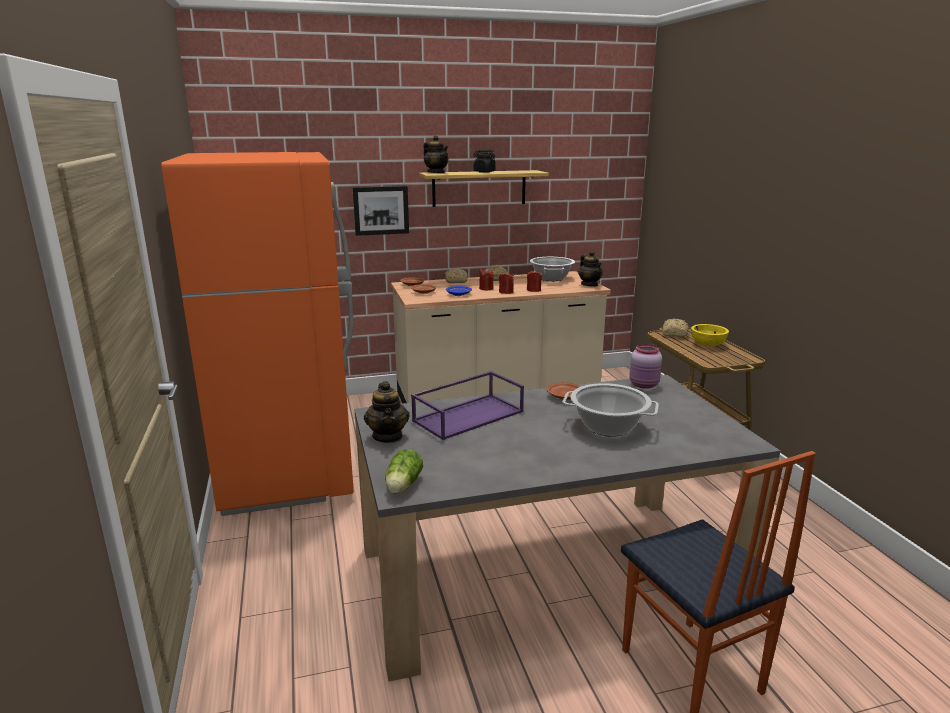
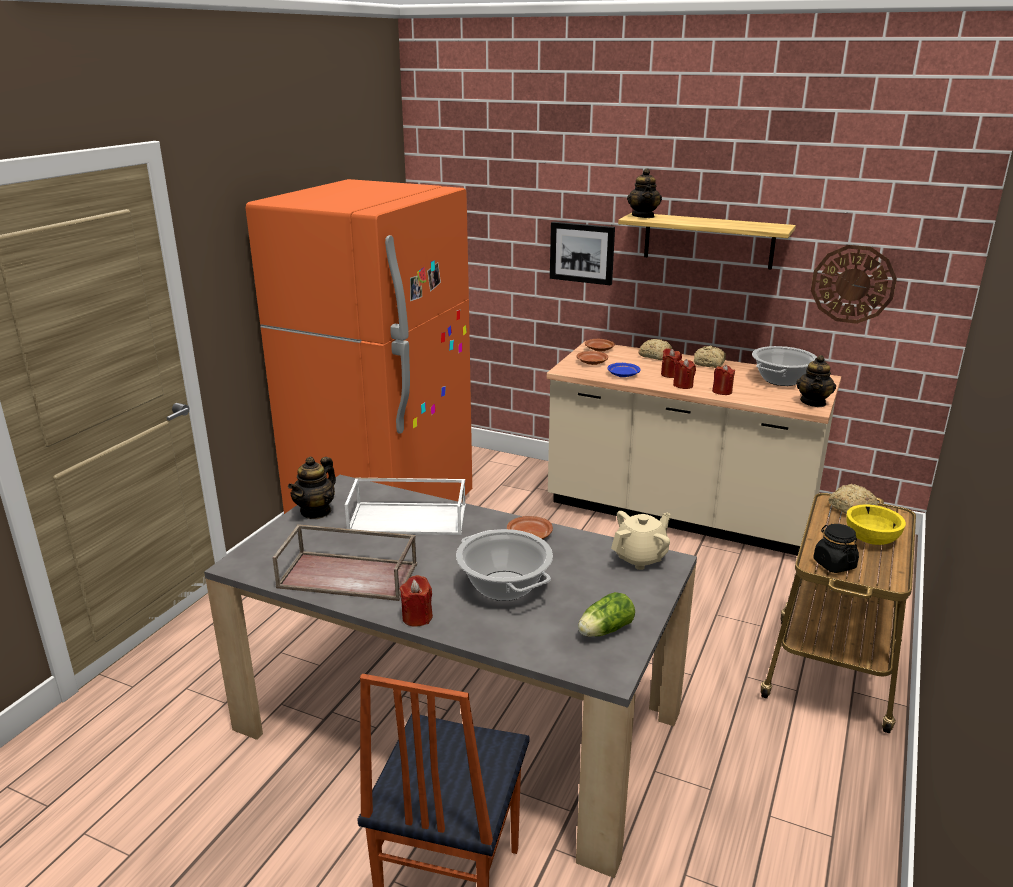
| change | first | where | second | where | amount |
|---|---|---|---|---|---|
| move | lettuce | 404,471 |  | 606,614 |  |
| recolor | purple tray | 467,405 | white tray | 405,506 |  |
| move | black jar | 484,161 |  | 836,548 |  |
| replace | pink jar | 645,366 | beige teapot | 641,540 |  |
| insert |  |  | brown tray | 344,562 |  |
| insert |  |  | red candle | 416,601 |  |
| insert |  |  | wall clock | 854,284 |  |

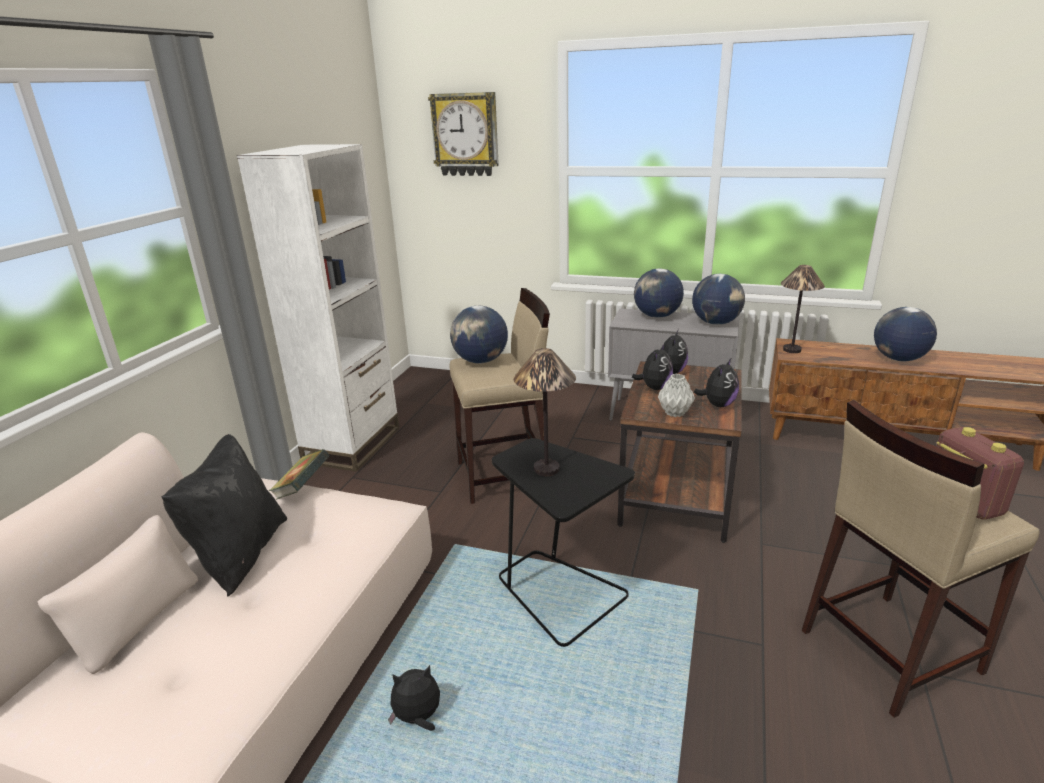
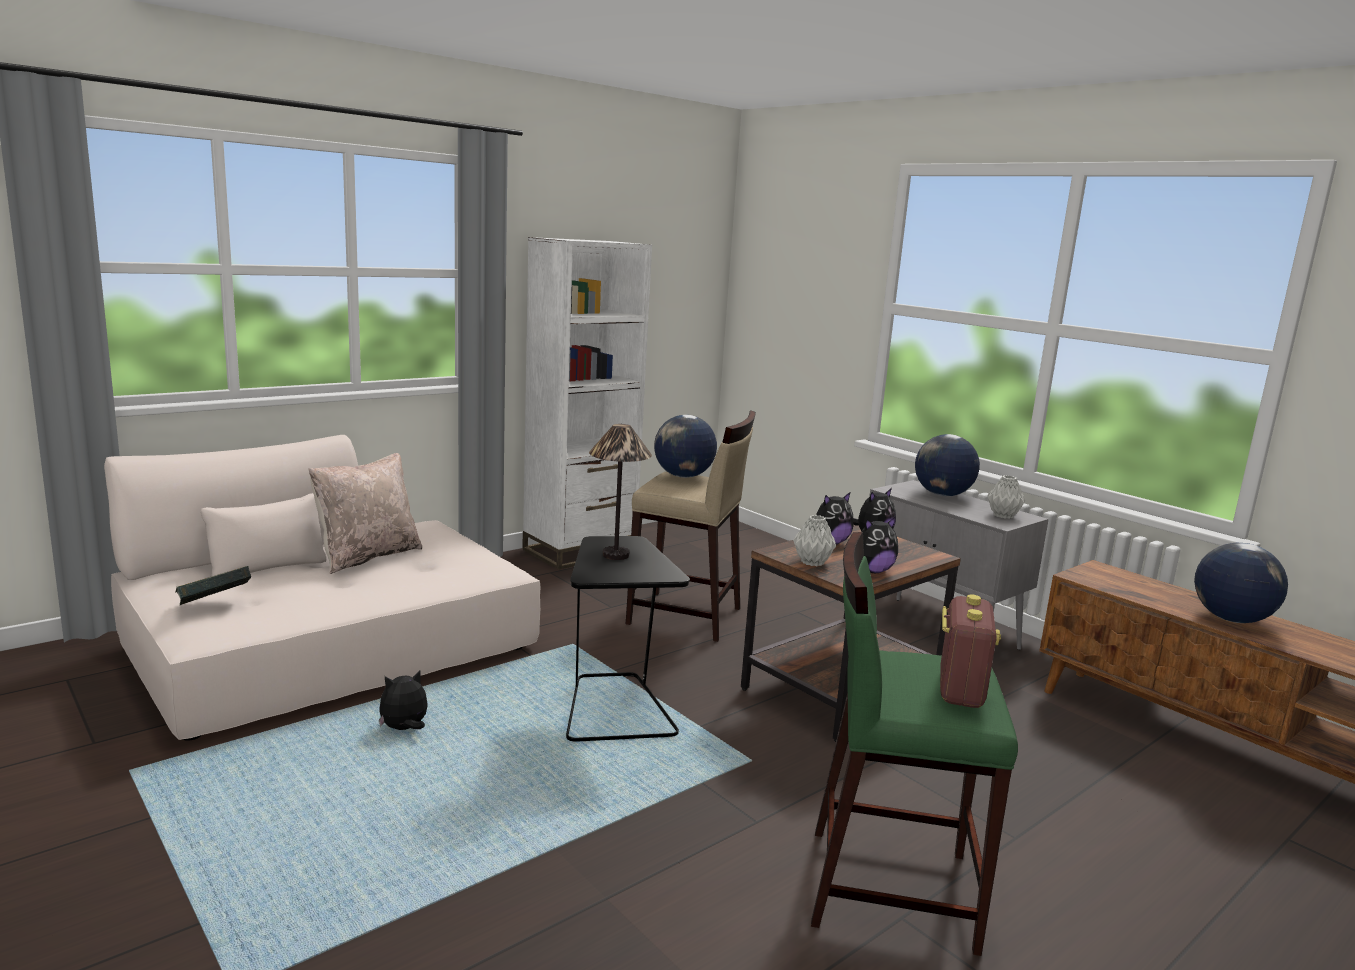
| change | first | where | second | where | amount |
|---|---|---|---|---|---|
| recolor | black pillow | 224,515 | beige pillow | 365,513 |  |
| move | book | 299,474 |  | 213,585 |  |
| rotate | plush toy | 414,698 |  | 403,700 | 45 degrees counterclockwise |
| delete | wall clock | 463,134 |  |  |  |
| replace | globe | 718,299 | grey vase | 1006,497 |  |
| delete | table lamp | 803,309 |  |  |  |
| recolor | beige stool | 921,559 | green stool | 914,744 |  |

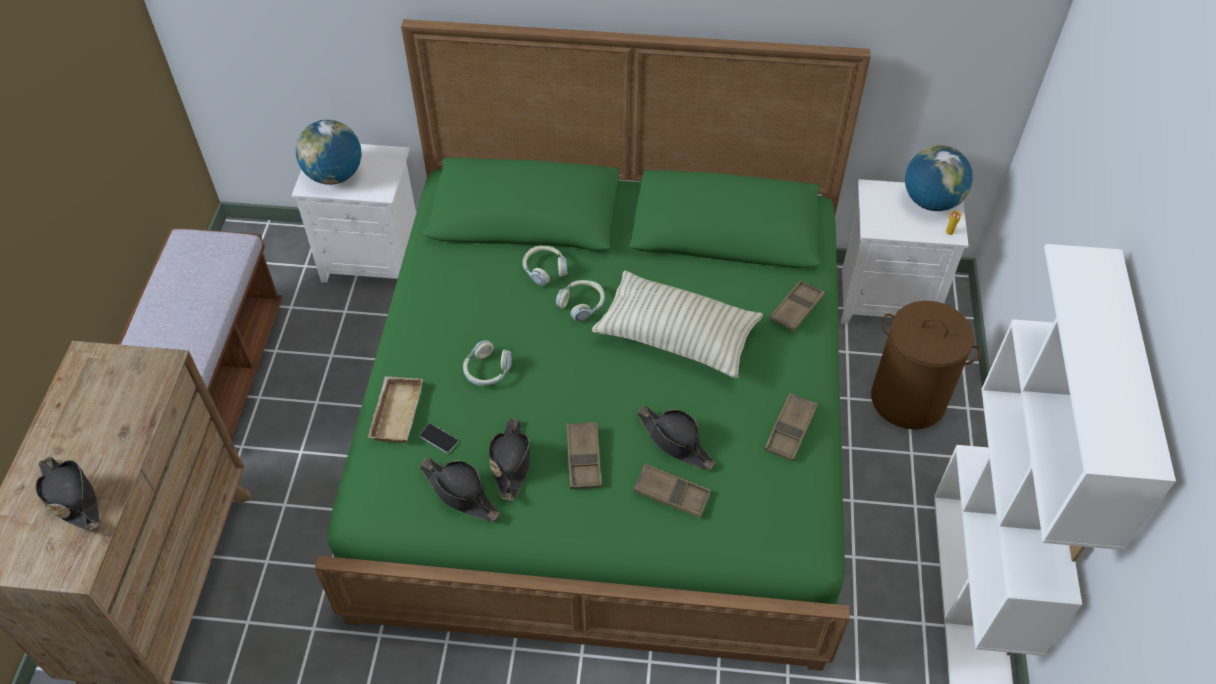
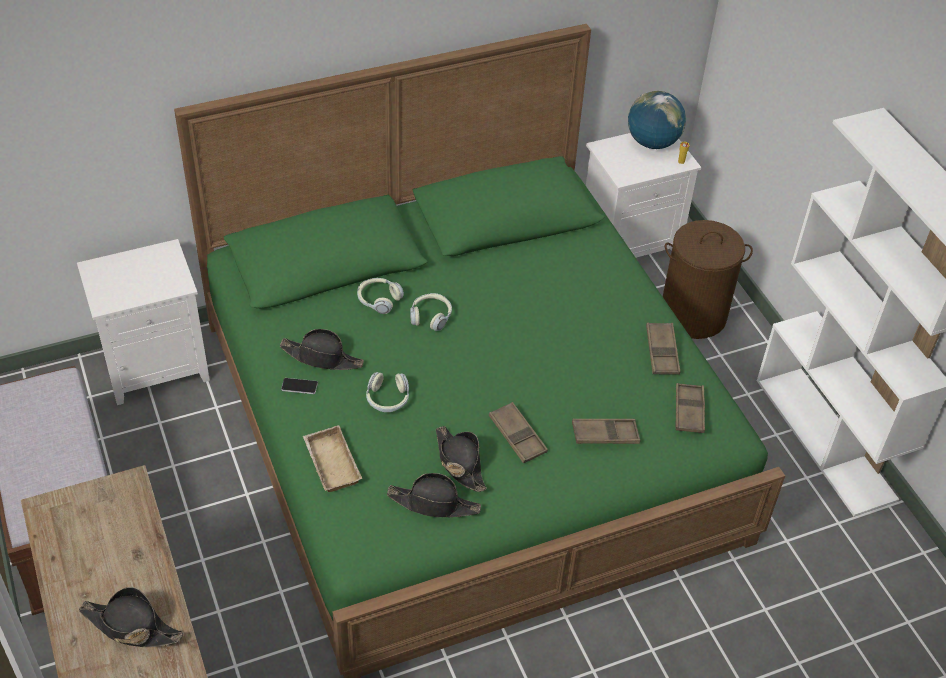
| change | first | where | second | where | amount |
|---|---|---|---|---|---|
| delete | globe | 328,152 |  |  |  |
| move | phone | 439,438 |  | 299,386 |  |
| delete | pillow | 677,324 |  |  |  |
| move | black hat | 676,437 |  | 322,349 |  |
| move | brown tray | 797,305 |  | 690,408 |  |

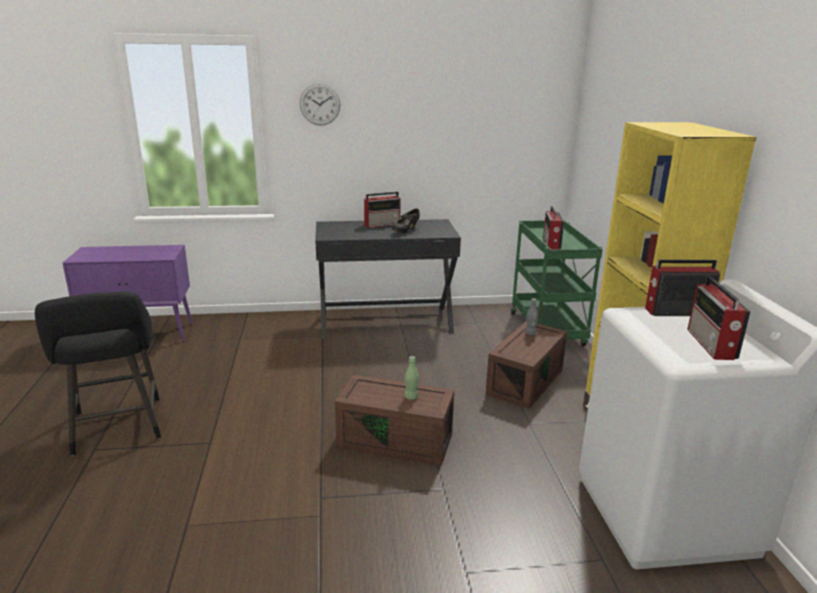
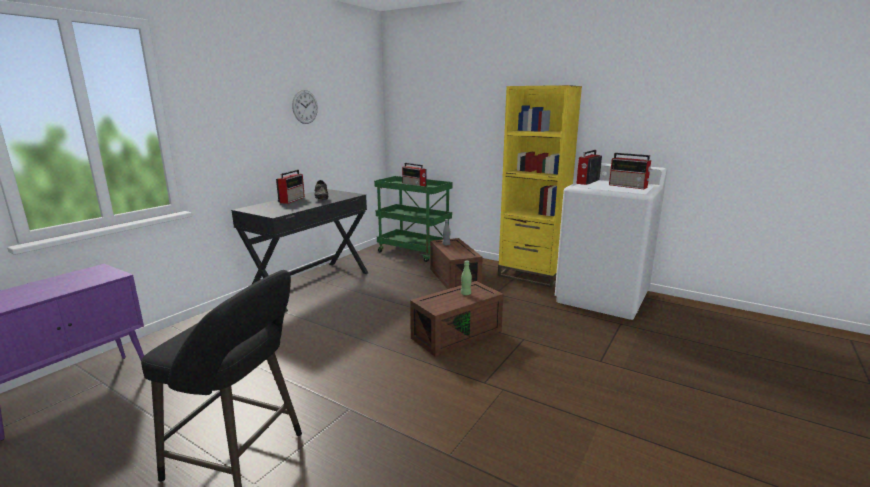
| change | first | where | second | where | amount |
|---|---|---|---|---|---|
| move | wall clock | 320,104 |  | 305,107 |  |

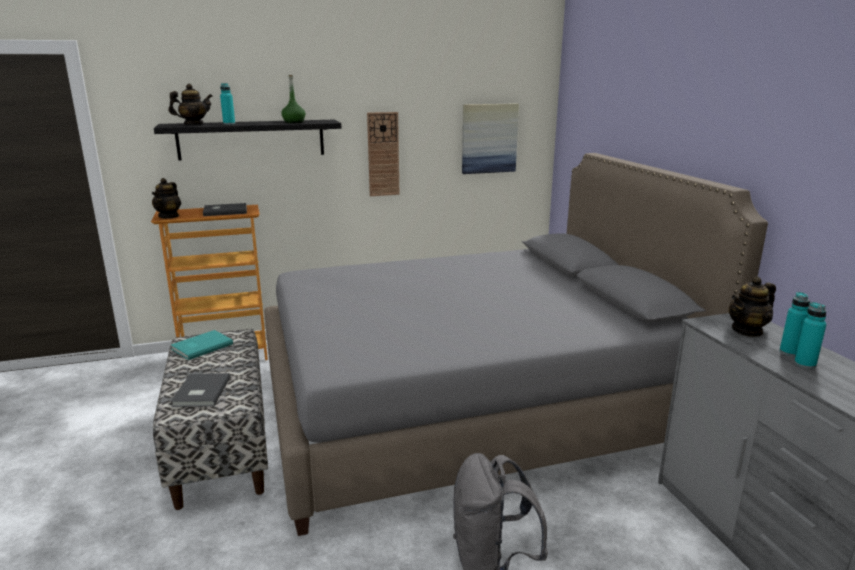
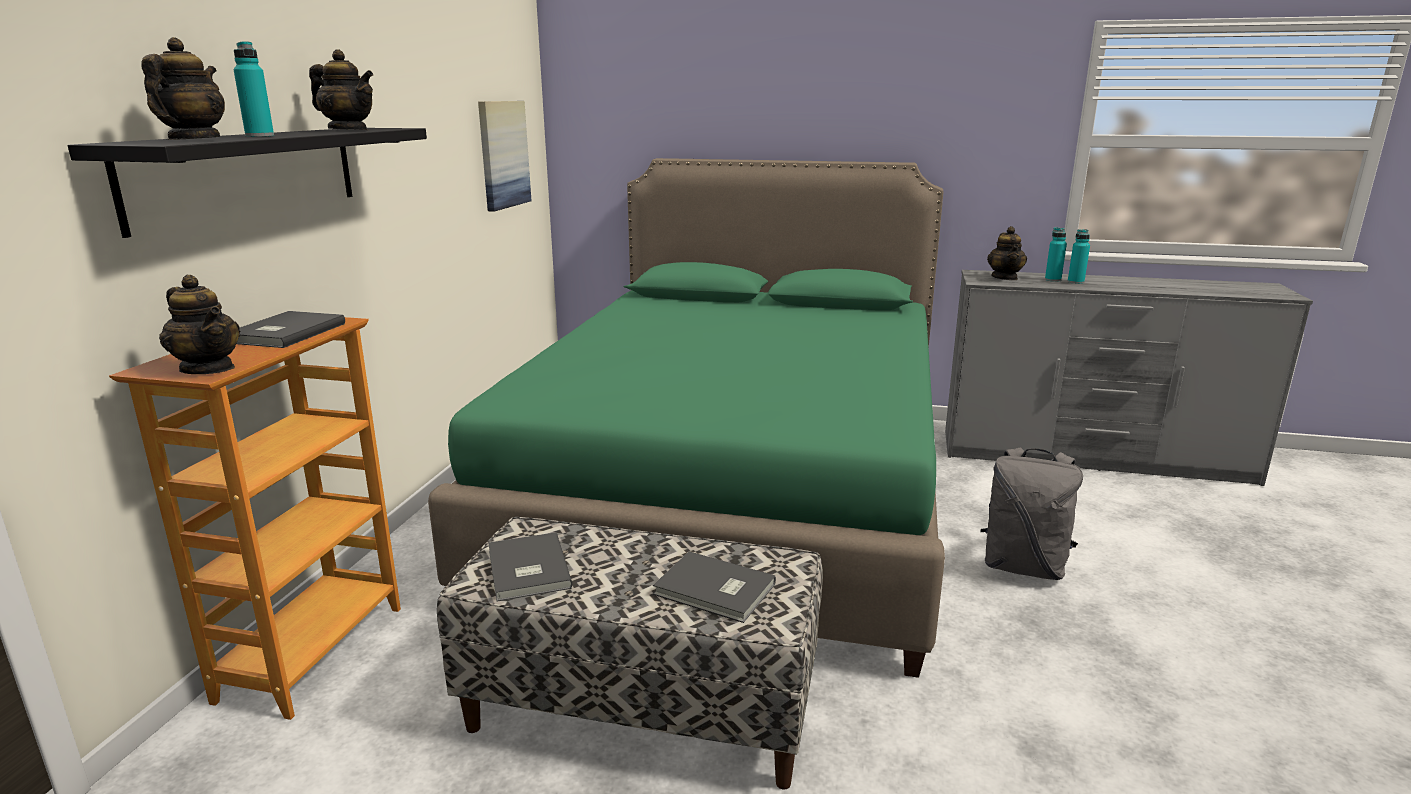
| change | first | where | second | where | amount |
|---|---|---|---|---|---|
| recolor | turquoise book | 202,345 | grey book | 530,567 |  |
| recolor | grey bed | 516,344 | green bed | 686,418 |  |
| replace | green bottle | 293,99 | teapot | 341,90 |  |
| delete | wall clock | 383,154 |  |  |  |

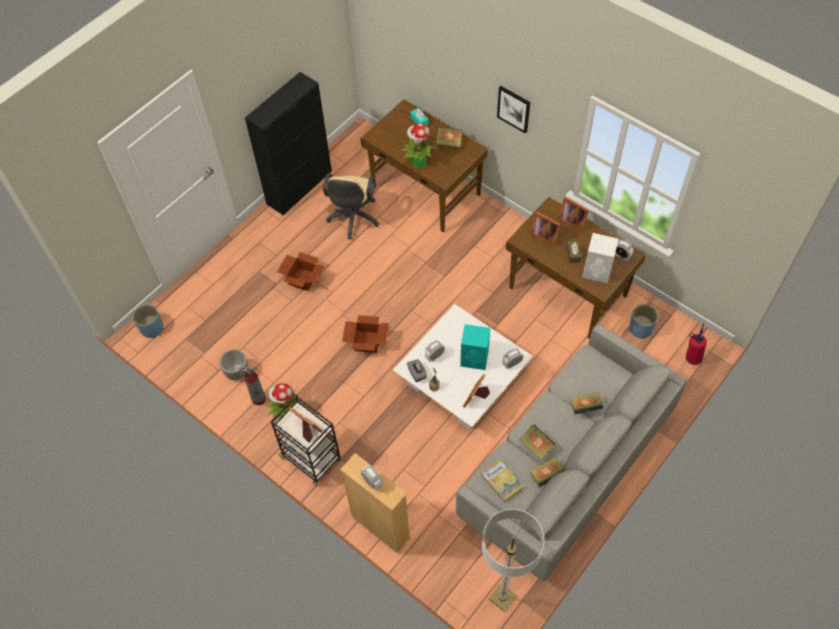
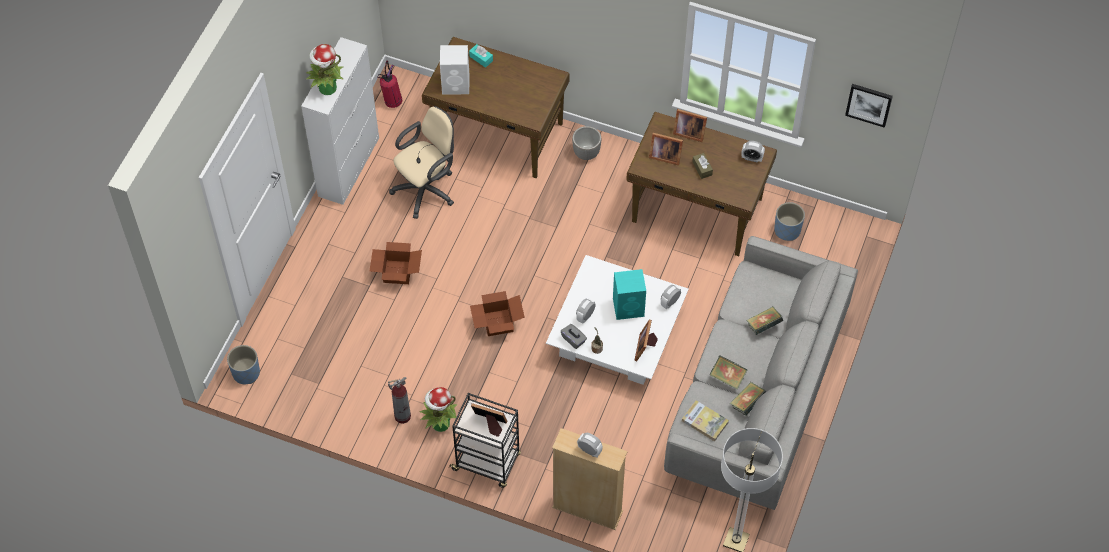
| change | first | where | second | where | amount |
|---|---|---|---|---|---|
| move | planter | 233,364 |  | 587,143 |  |
| recolor | black cabinet | 288,143 | white cabinet | 340,121 |  |
| rotate | beige office chair | 351,206 |  | 421,162 | 120 degrees counterclockwise |
| move | potted plant | 418,145 |  | 325,69 |  |
| delete | book | 449,137 |  |  |  |
| move | picture | 513,110 |  | 869,106 |  |
| move | white speaker | 600,258 |  | 455,70 |  |
| move | fire extinguisher | 696,344 |  | 389,84 |  |

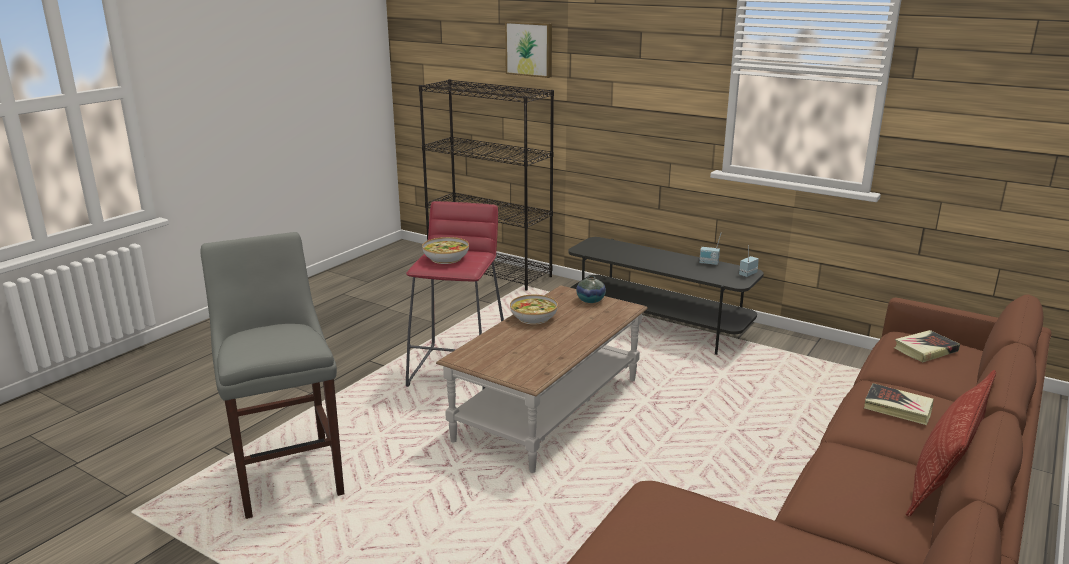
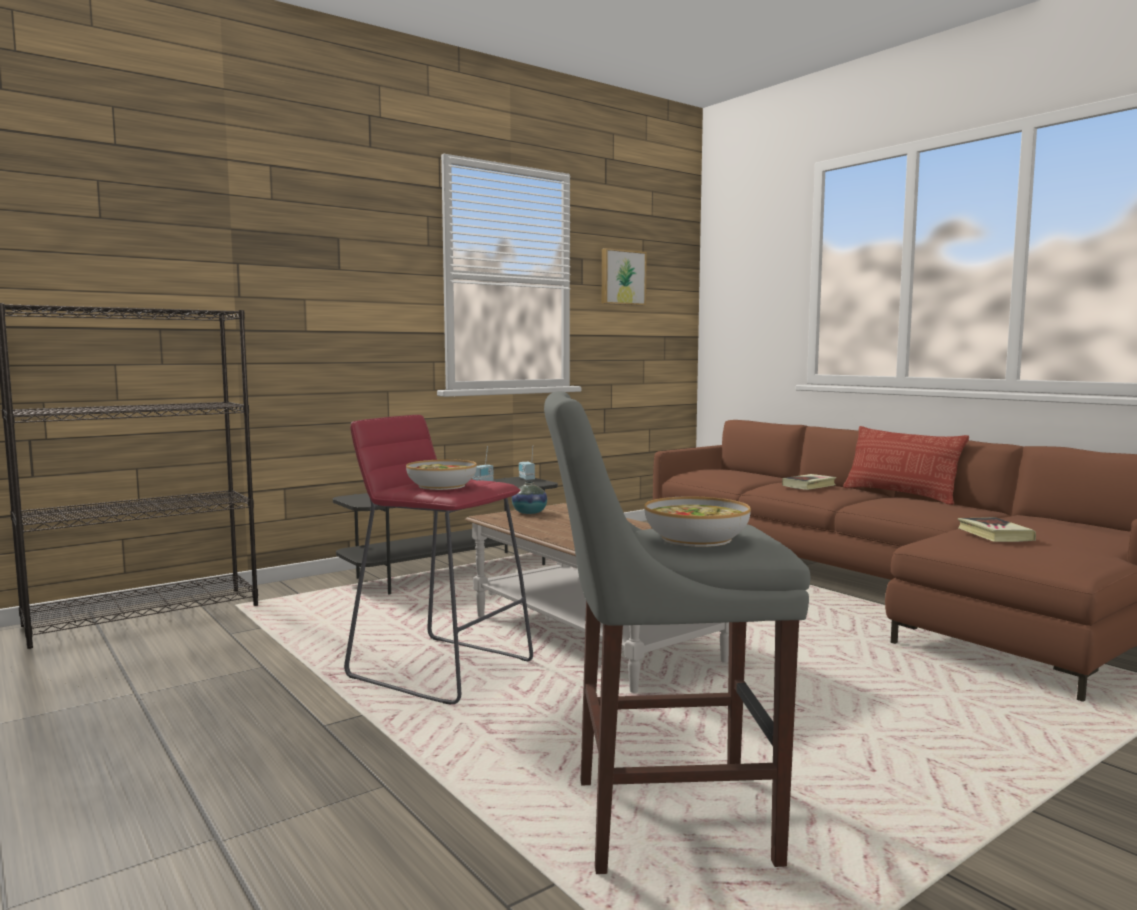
| change | first | where | second | where | amount |
|---|---|---|---|---|---|
| move | picture | 528,49 |  | 624,277 |  |
| move | bowl | 534,309 |  | 697,521 |  |
| move | book | 927,346 |  | 997,529 |  |

